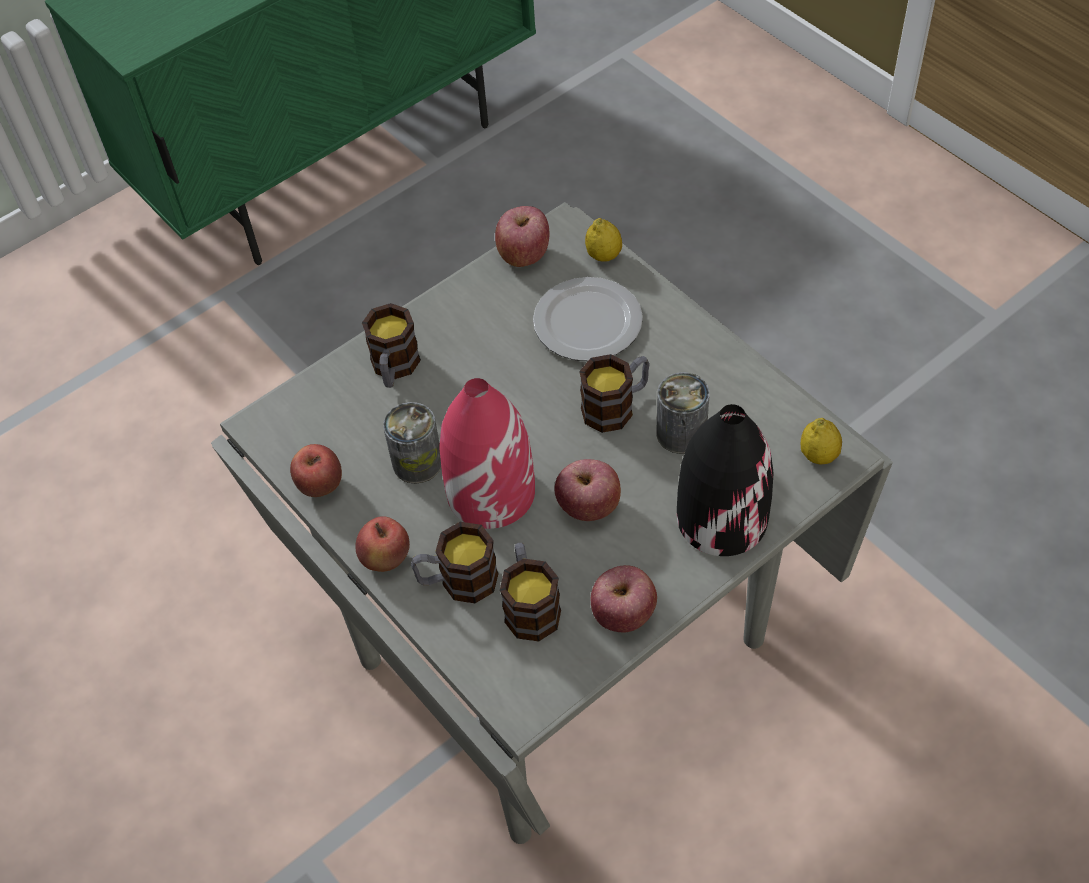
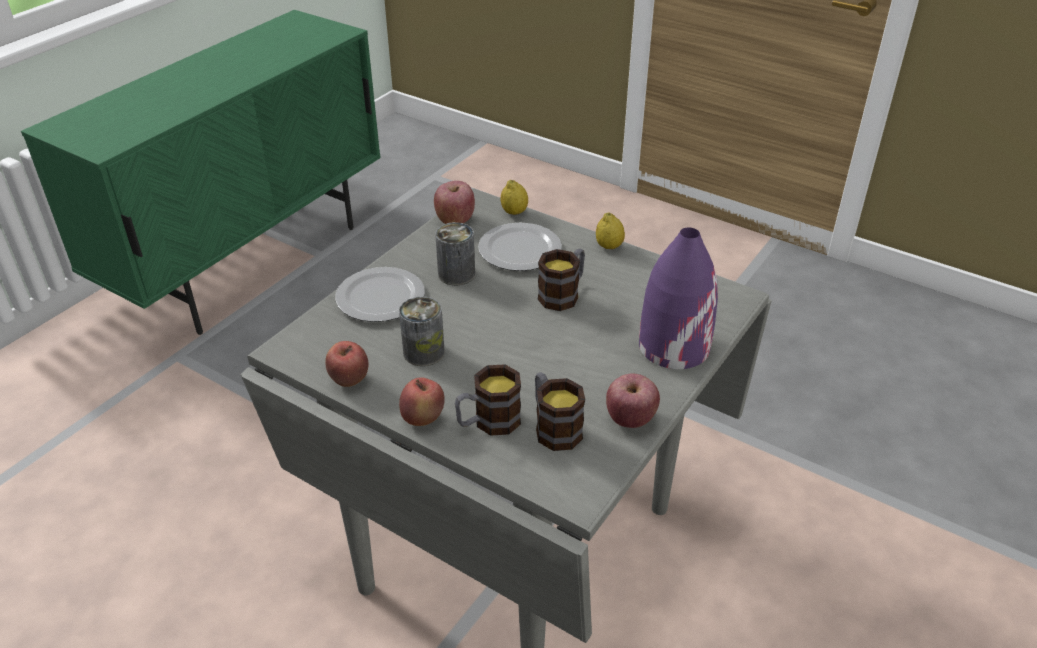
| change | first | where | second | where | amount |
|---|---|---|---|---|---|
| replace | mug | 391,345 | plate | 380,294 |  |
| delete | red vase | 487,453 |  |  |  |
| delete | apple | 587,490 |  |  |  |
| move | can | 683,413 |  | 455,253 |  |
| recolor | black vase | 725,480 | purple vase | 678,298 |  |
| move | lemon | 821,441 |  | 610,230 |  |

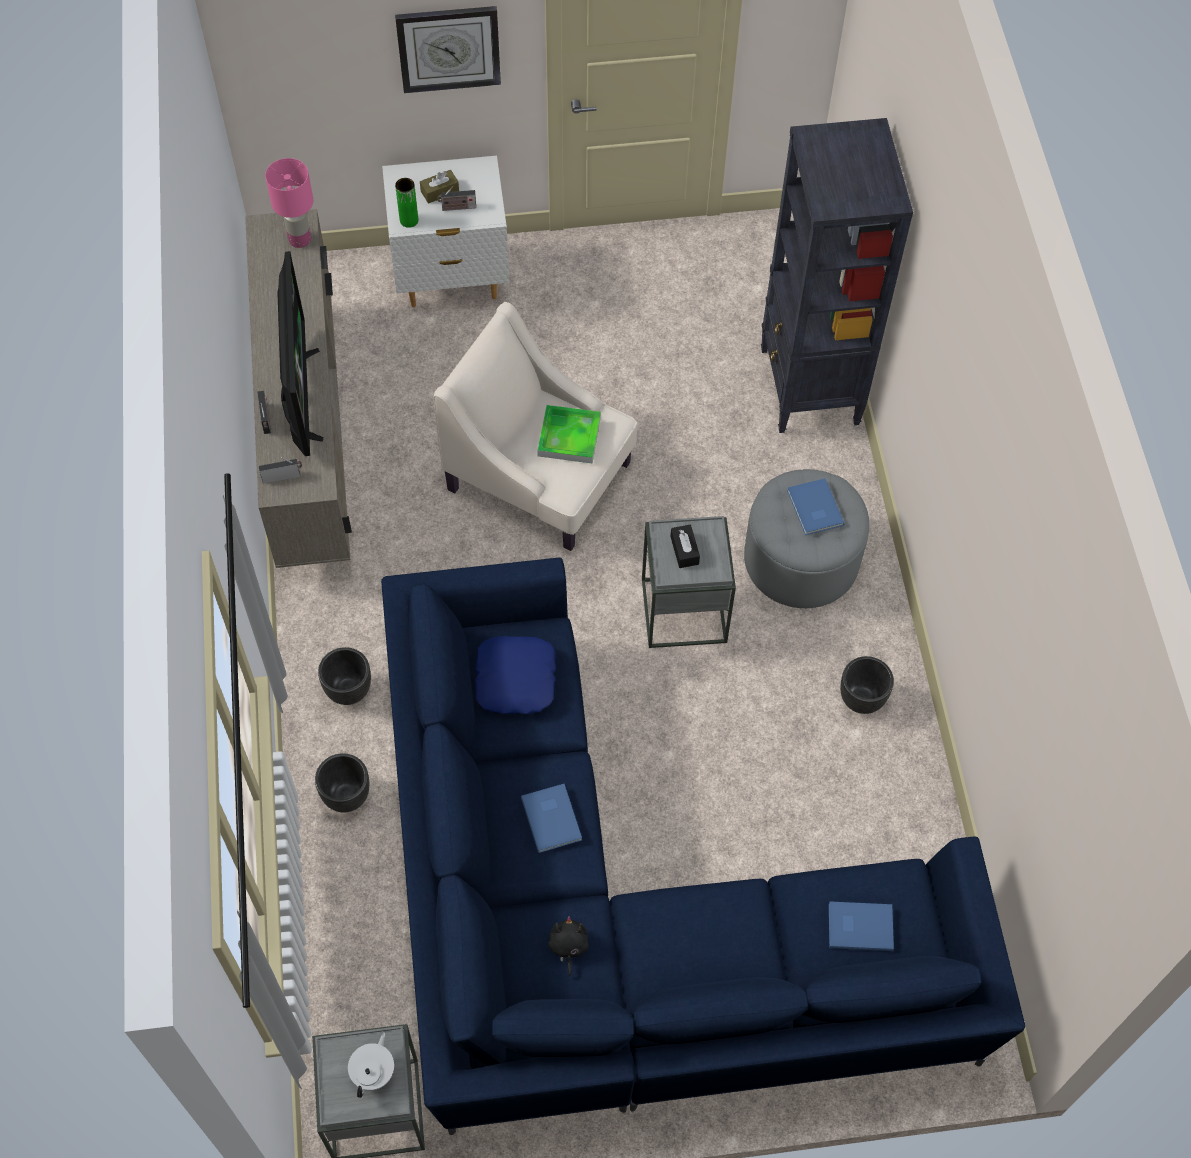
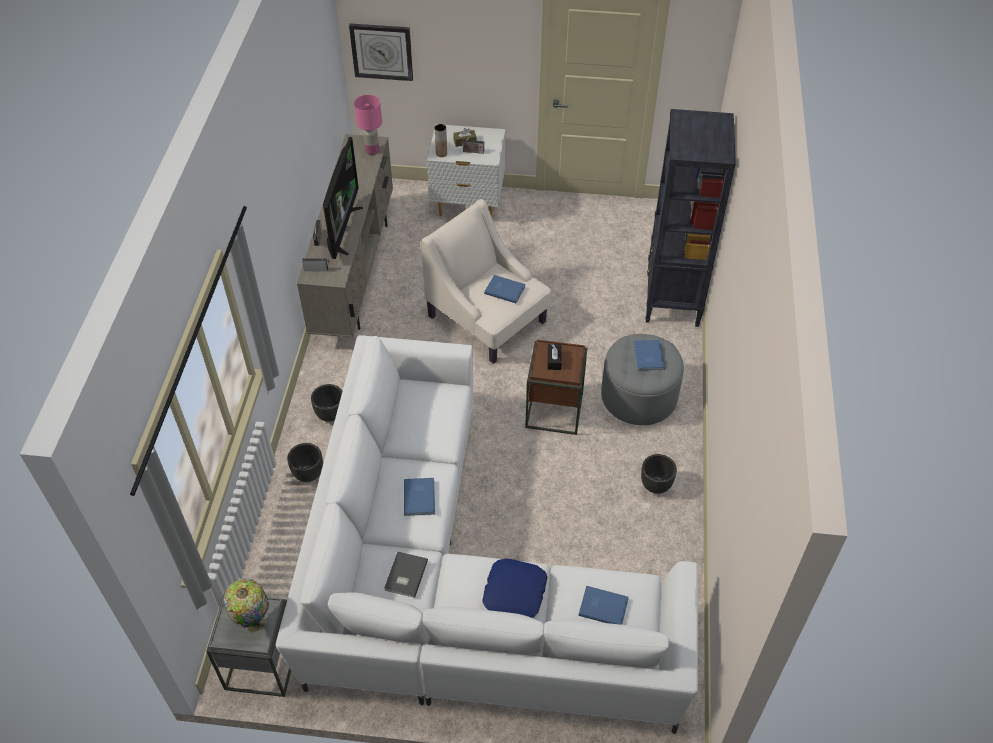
| change | first | where | second | where | amount |
|---|---|---|---|---|---|
| replace | white teapot | 371,1065 | table lamp | 246,606 |  |
| recolor | blue sofa | 703,846 | white sofa | 487,534 |  |
| move | wall clock | 448,49 |  | 381,52 |  |
| recolor | green vase | 406,203 | brown vase | 441,140 |  |
| move | blue pillow | 515,675 |  | 514,588 |  |
| replace | tray | 569,434 | blue book | 504,289 |  |
| replace | black plush toy | 568,946 | grey book | 406,575 |  |
| recolor | grey side table | 689,582 | brown side table | 556,387 |  |

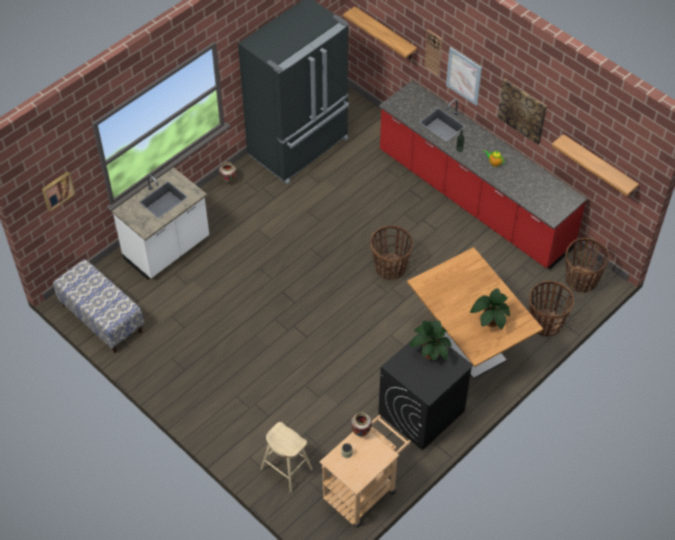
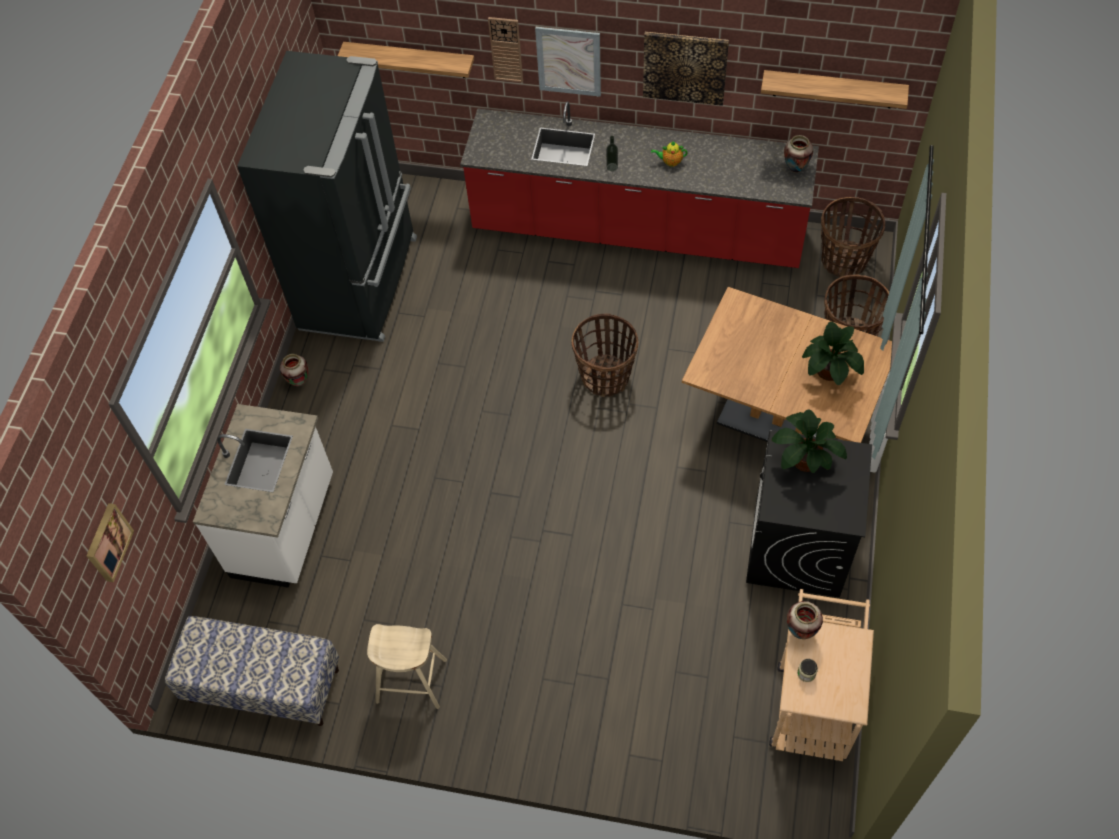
| change | first | where | second | where | amount |
|---|---|---|---|---|---|
| move | beige stool | 286,457 |  | 407,666 |  |
| insert |  |  | vase | 798,154 |  |

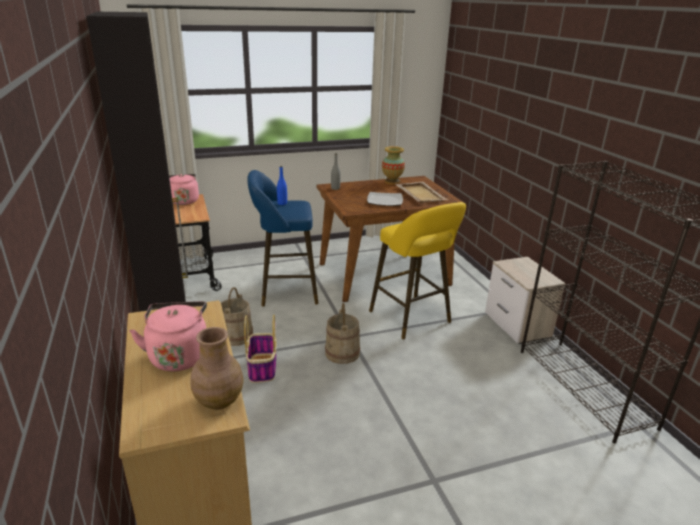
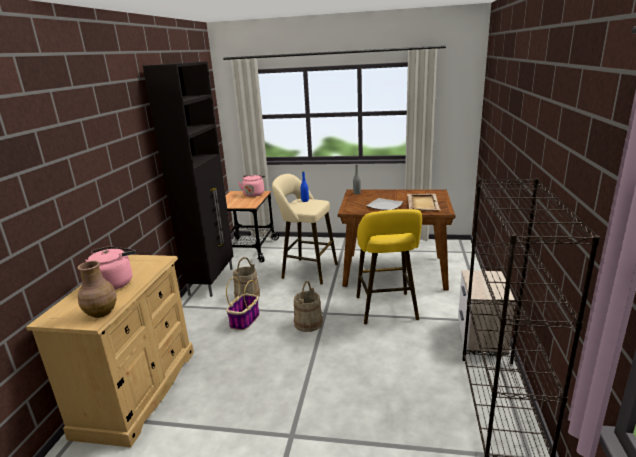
| change | first | where | second | where | amount |
|---|---|---|---|---|---|
| recolor | blue stool | 283,238 | beige stool | 305,229 |  |
| delete | vase | 393,165 |  |  |  |

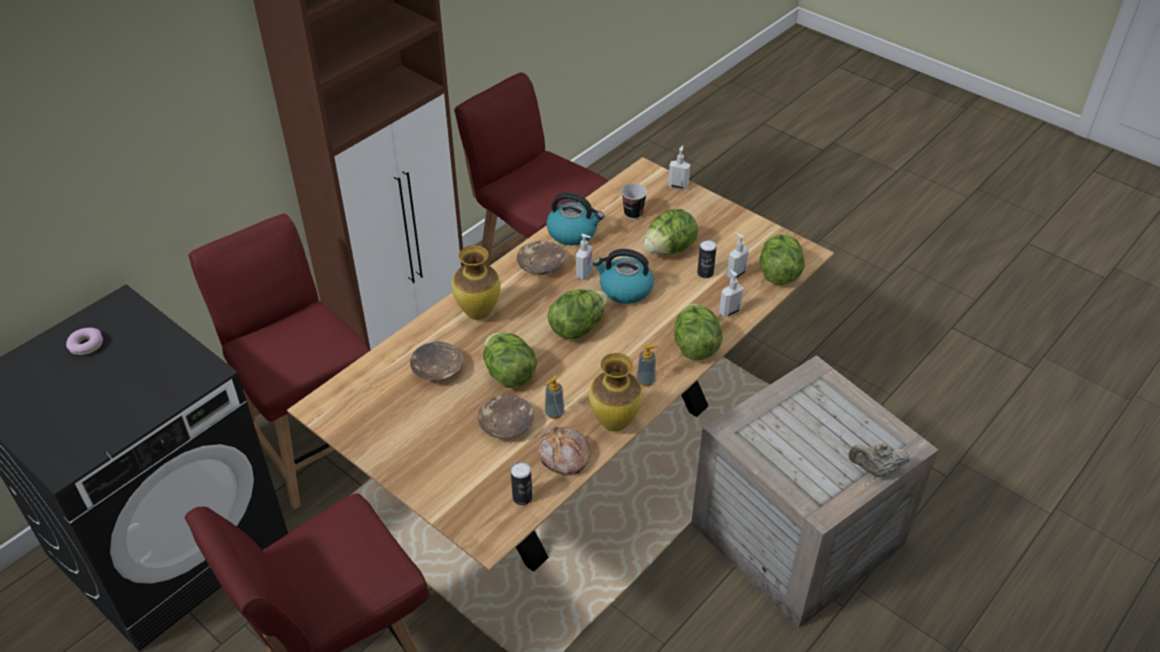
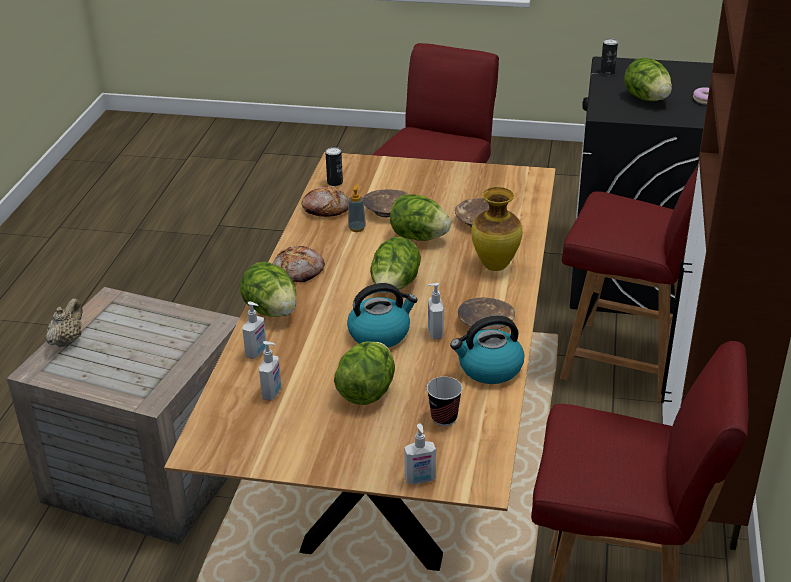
| change | first | where | second | where | amount |
|---|---|---|---|---|---|
| delete | vase | 616,392 |  |  |  |
| replace | soap dispenser | 647,365 | bread | 299,264 |  |
| move | can | 707,259 |  | 609,56 |  |
| move | lettuce | 782,259 |  | 648,79 |  |
| rotate | beige teapot | 879,460 |  | 64,322 | 45 degrees counterclockwise |

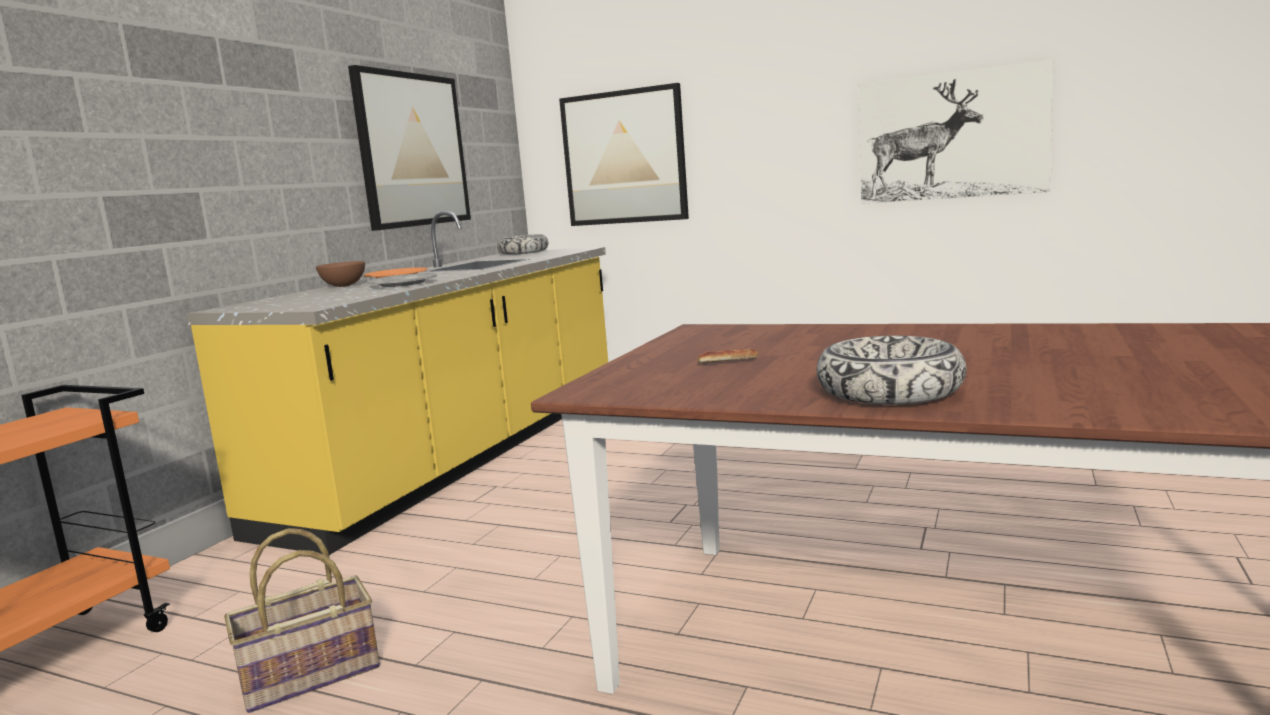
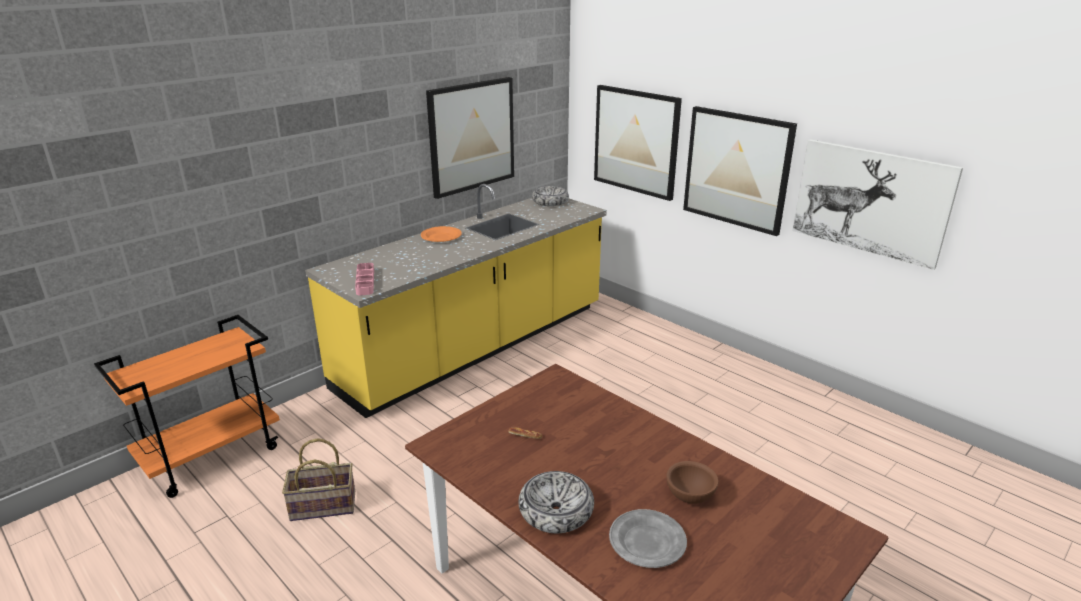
| change | first | where | second | where | amount |
|---|---|---|---|---|---|
| move | brown bowl | 340,274 |  | 692,482 |  |
| move | grey plate | 402,280 |  | 648,538 |  |
| insert |  |  | pink tray | 364,279 |  |
| insert |  |  | picture | 740,171 |  |

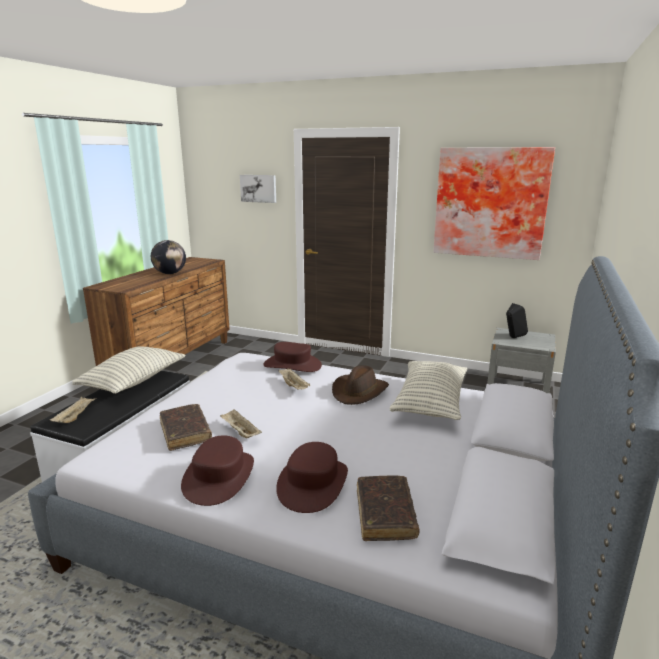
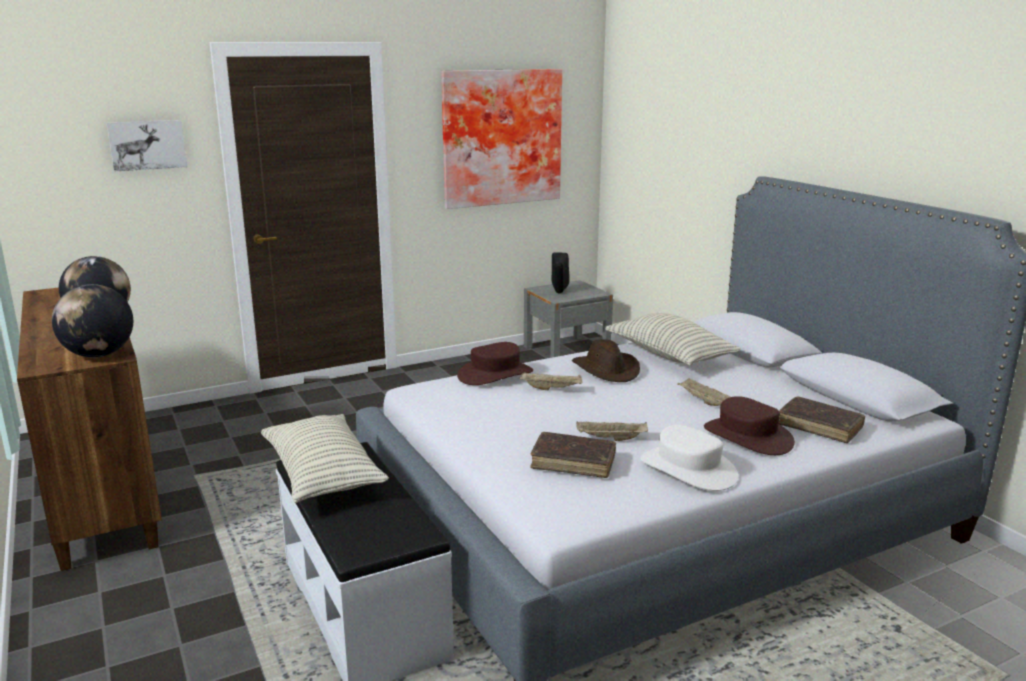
| change | first | where | second | where | amount |
|---|---|---|---|---|---|
| move | beige tray | 73,410 |  | 703,392 |  |
| recolor | brown hat | 217,470 | white hat | 689,458 |  |
| insert |  |  | globe | 92,320 |  |

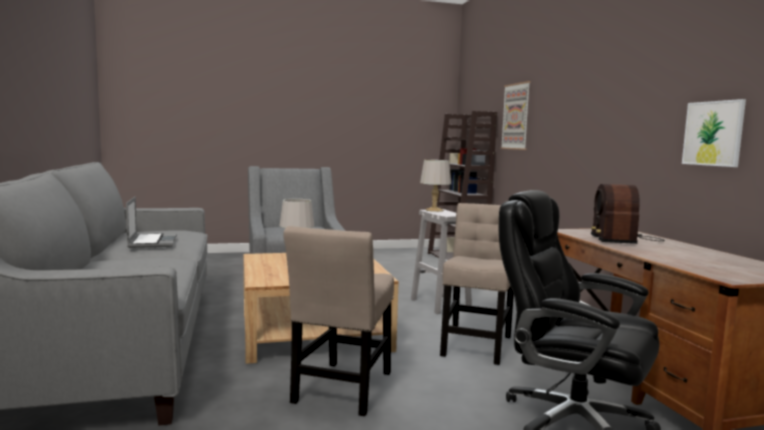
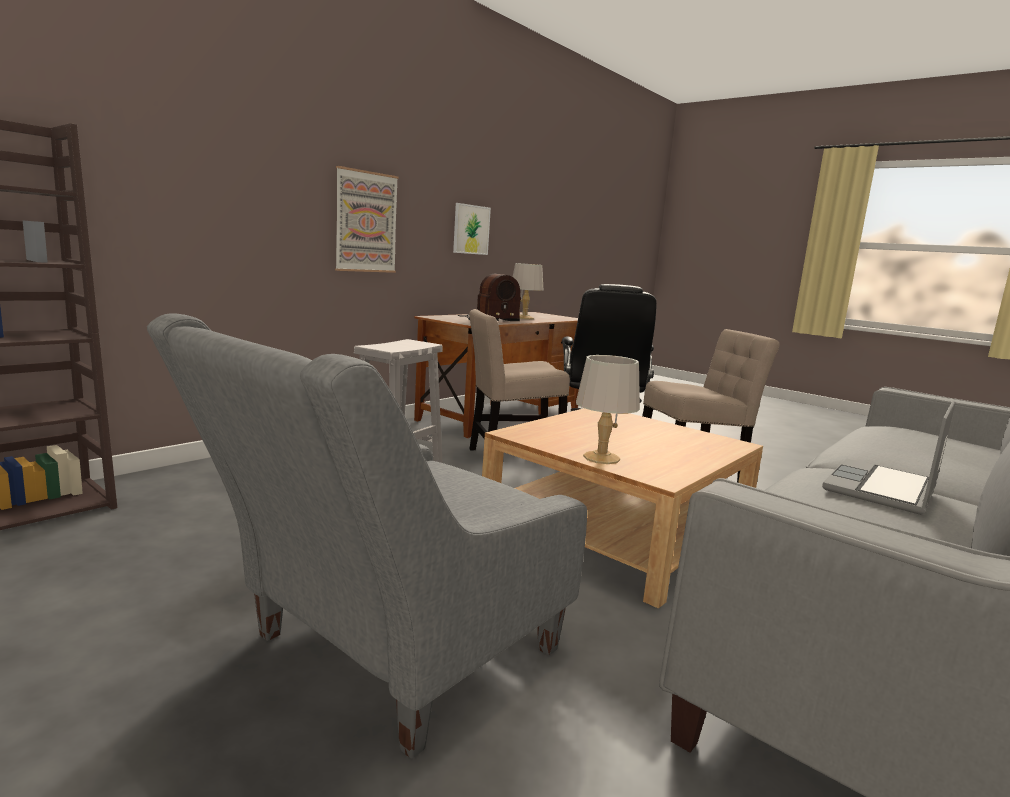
| change | first | where | second | where | amount |
|---|---|---|---|---|---|
| move | grey table lamp | 435,186 |  | 528,291 |  |
| move | picture | 515,115 |  | 367,219 |  |

